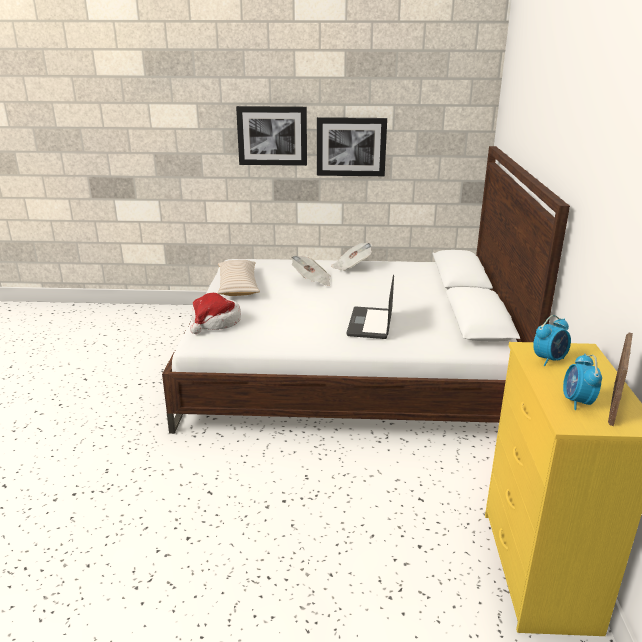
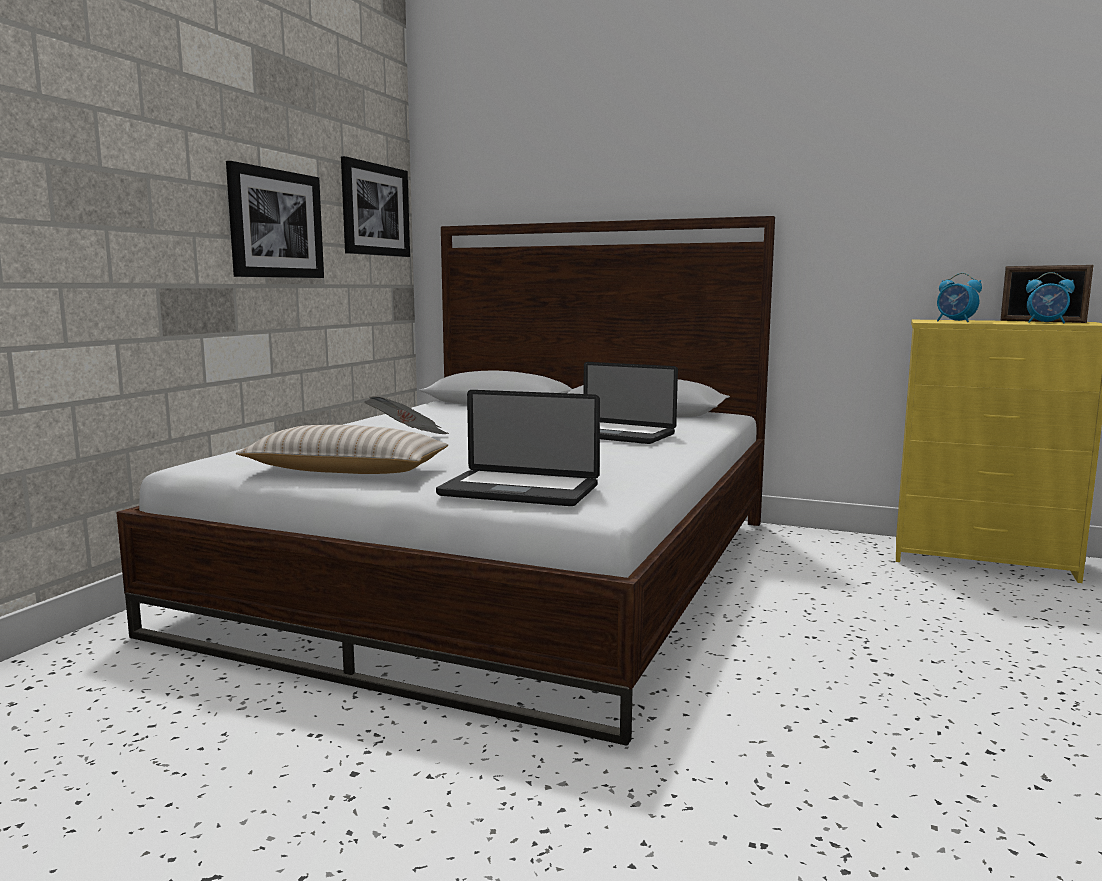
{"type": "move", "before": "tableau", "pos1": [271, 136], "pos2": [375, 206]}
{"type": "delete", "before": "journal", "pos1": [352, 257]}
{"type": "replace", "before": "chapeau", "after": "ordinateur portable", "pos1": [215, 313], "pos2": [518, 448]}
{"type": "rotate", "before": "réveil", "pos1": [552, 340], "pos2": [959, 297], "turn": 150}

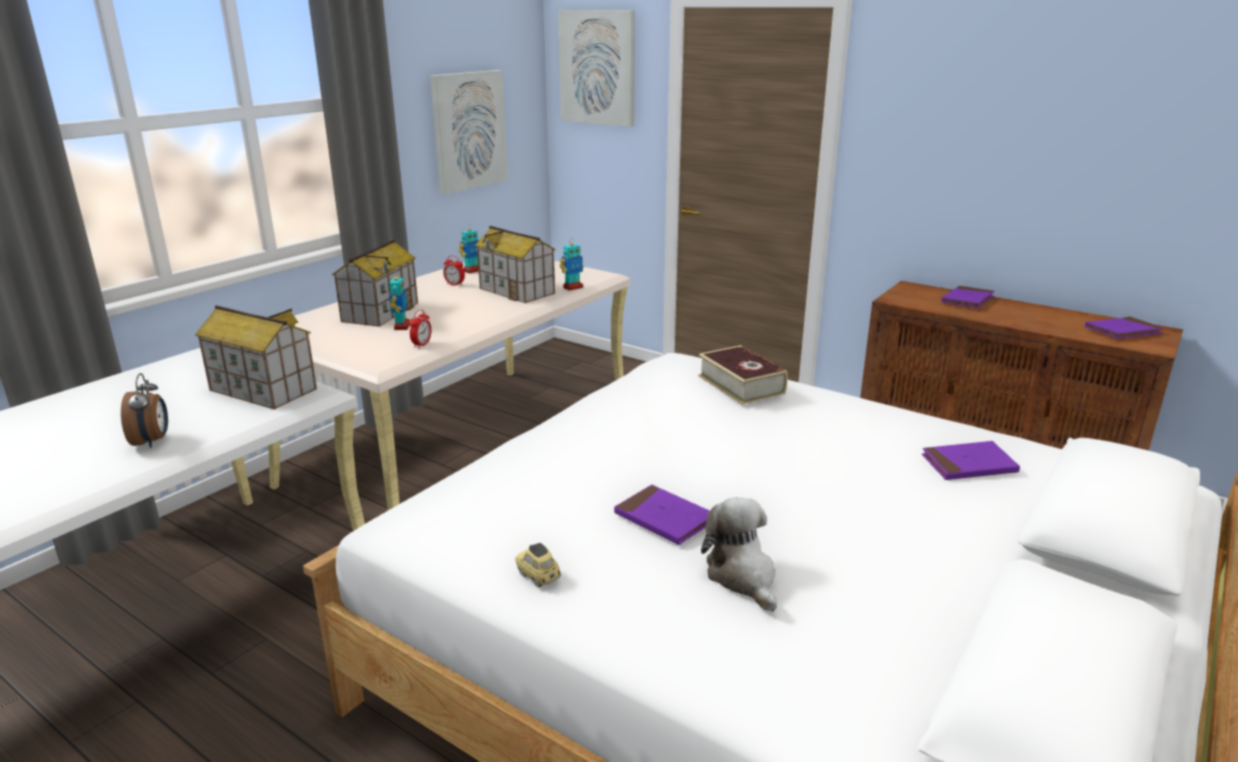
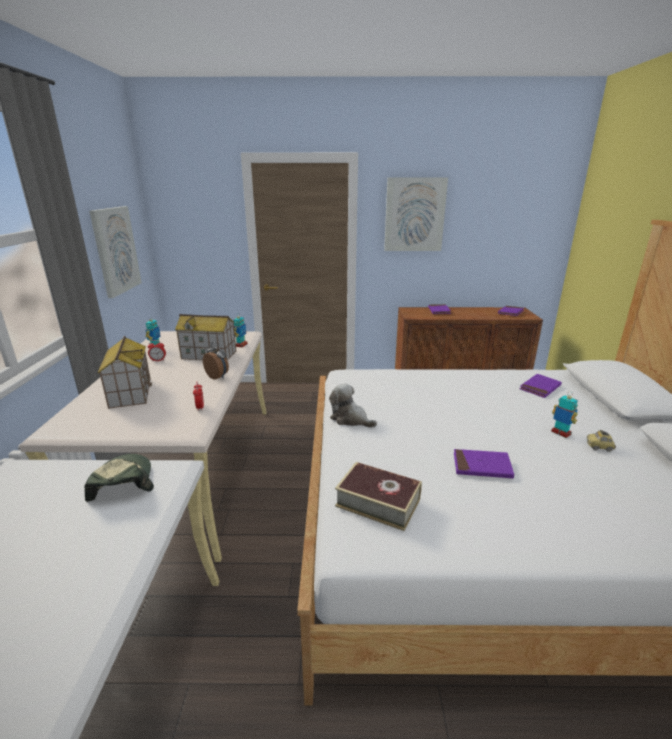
{"type": "move", "before": "tableau", "pos1": [596, 68], "pos2": [416, 214]}
{"type": "move", "before": "robot jouet", "pos1": [399, 303], "pos2": [564, 415]}
{"type": "replace", "before": "maison miniature", "after": "casquette", "pos1": [256, 357], "pos2": [119, 478]}
{"type": "move", "before": "livre", "pos1": [743, 374], "pos2": [378, 496]}
{"type": "move", "before": "réveil", "pos1": [144, 410], "pos2": [216, 361]}
{"type": "move", "before": "peluche", "pos1": [739, 554], "pos2": [353, 405]}
{"type": "move", "before": "petite voiture", "pos1": [538, 565], "pos2": [601, 441]}

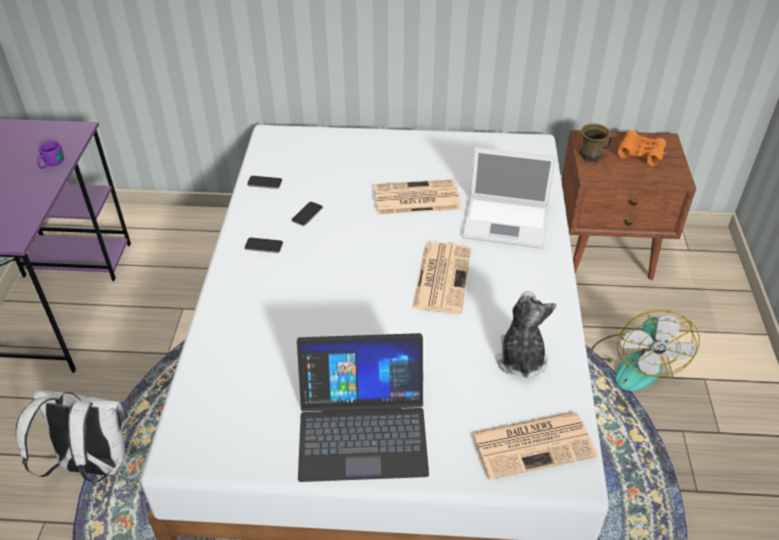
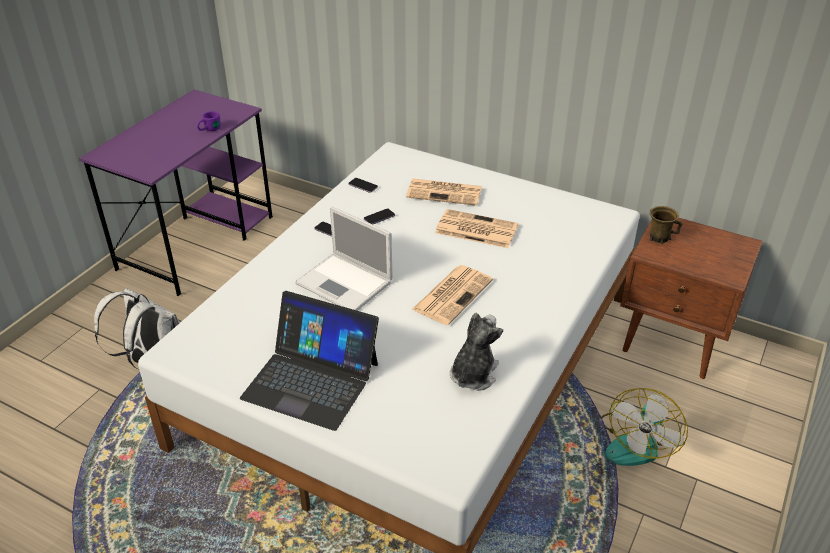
{"type": "delete", "before": "jumelles/orange", "pos1": [642, 148]}
{"type": "move", "before": "ordinateur portable", "pos1": [509, 198], "pos2": [344, 258]}
{"type": "move", "before": "journal", "pos1": [534, 445], "pos2": [444, 192]}

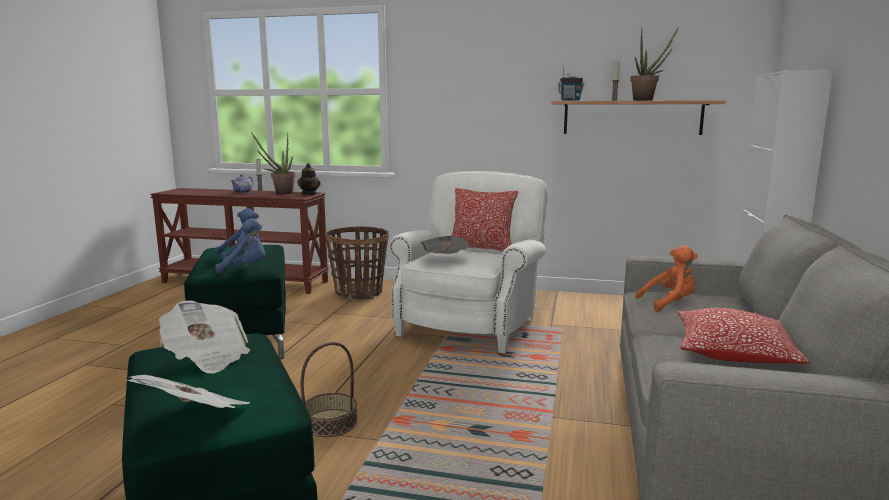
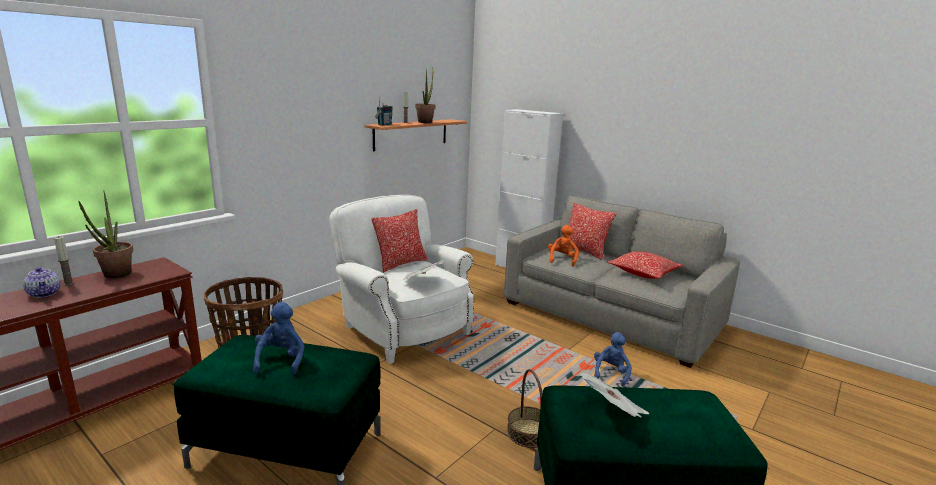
{"type": "delete", "before": "théière", "pos1": [309, 179]}
{"type": "move", "before": "peluche/bleu", "pos1": [240, 246], "pos2": [613, 359]}
{"type": "delete", "before": "journal", "pos1": [188, 391]}
{"type": "insert", "after": "coussin", "pos2": [593, 231]}

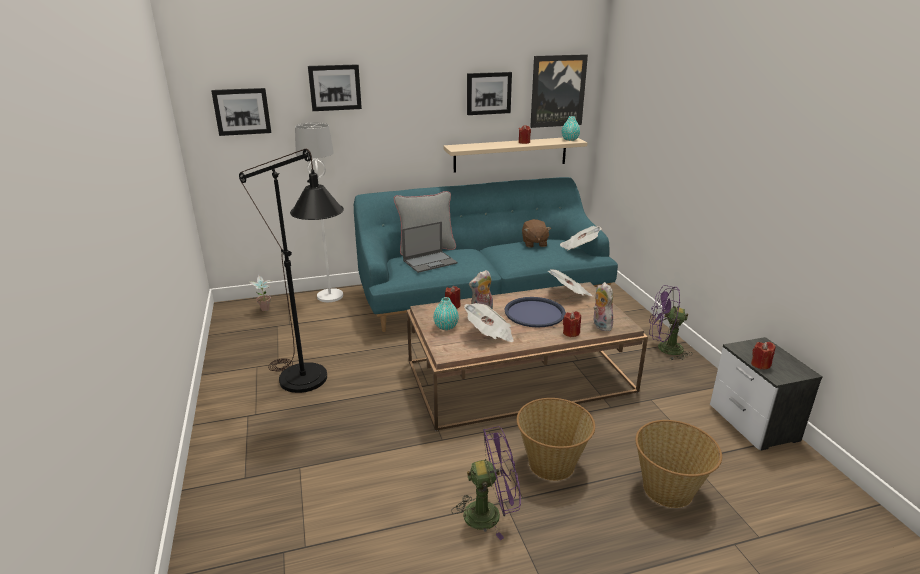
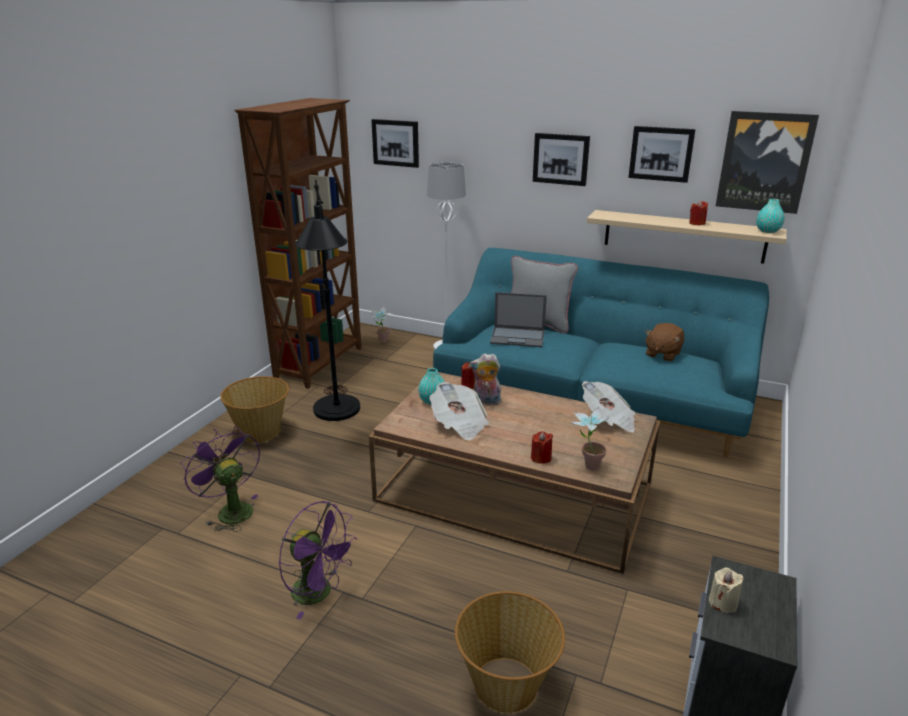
{"type": "move", "before": "tableau", "pos1": [335, 87], "pos2": [561, 159]}
{"type": "delete", "before": "journal", "pos1": [581, 238]}
{"type": "replace", "before": "peluche", "after": "plante en pot", "pos1": [603, 306], "pos2": [590, 438]}
{"type": "move", "before": "ventilateur/violet", "pos1": [671, 322], "pos2": [220, 479]}
{"type": "delete", "before": "plateau/bleu", "pos1": [535, 312]}
{"type": "recolor", "before": "bougie/rouge", "after": "bougie/beige", "pos1": [763, 355], "pos2": [726, 590]}
{"type": "move", "before": "panier", "pos1": [556, 439], "pos2": [254, 409]}
{"type": "insert", "after": "bibliothèque/marron", "pos2": [298, 243]}

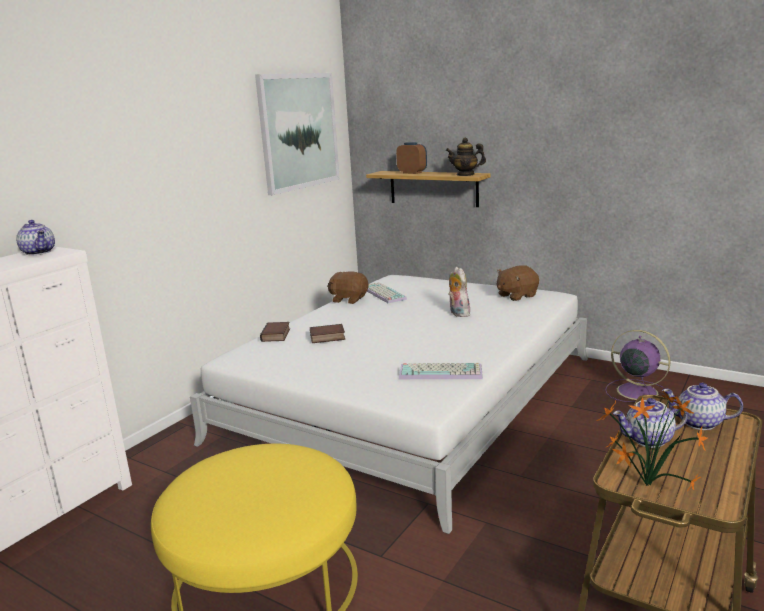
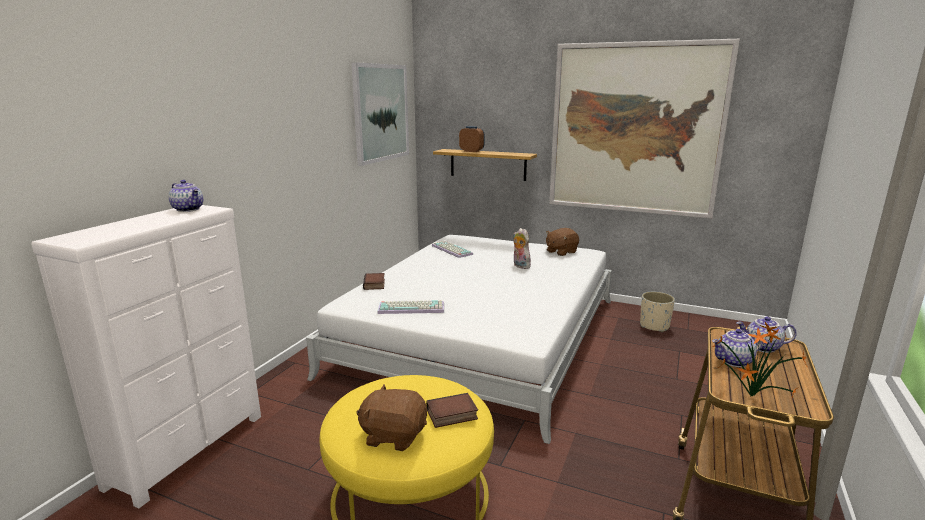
{"type": "delete", "before": "théière", "pos1": [466, 157]}
{"type": "move", "before": "peluche/marron", "pos1": [348, 287], "pos2": [391, 417]}
{"type": "move", "before": "livre", "pos1": [327, 333], "pos2": [452, 410]}
{"type": "replace", "before": "ventilateur/violet", "after": "cache-pot/beige", "pos1": [638, 366], "pos2": [657, 312]}
{"type": "move", "before": "clavier", "pos1": [441, 371], "pos2": [410, 307]}
{"type": "insert", "after": "tableau", "pos2": [644, 129]}

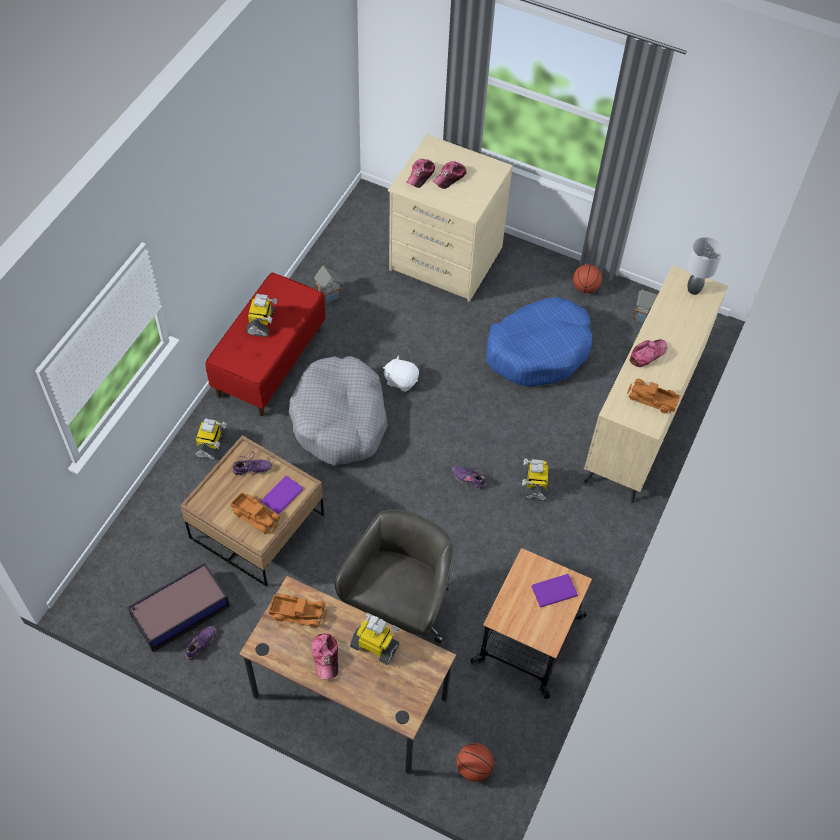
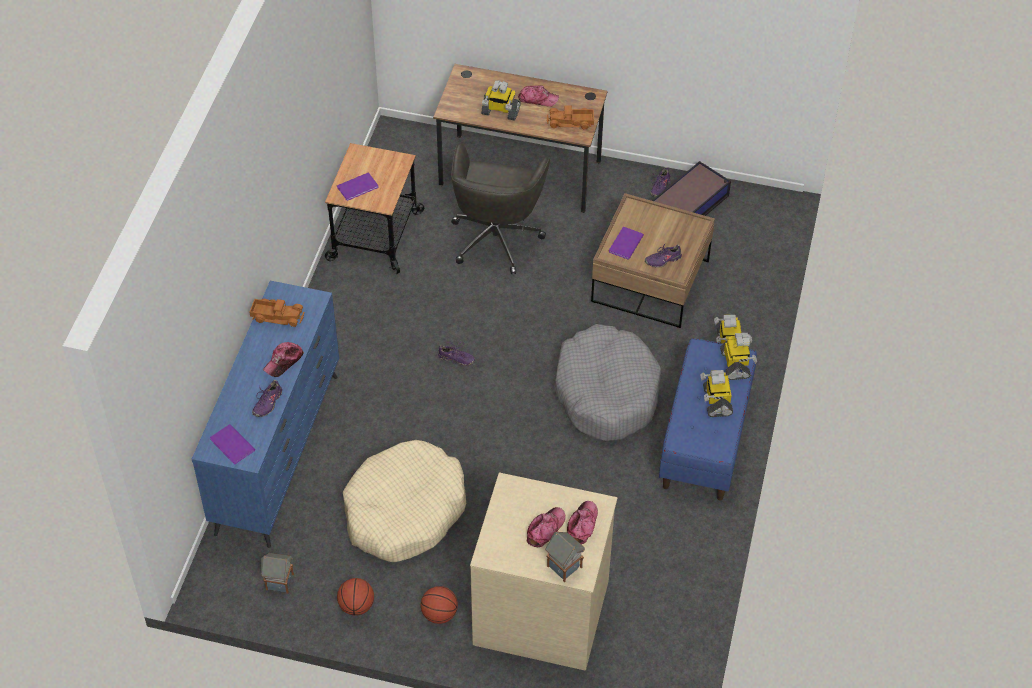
{"type": "replace", "before": "lampe de table/gris", "after": "livre/violet", "pos1": [705, 266], "pos2": [232, 444]}
{"type": "move", "before": "maison miniature", "pos1": [328, 284], "pos2": [565, 557]}
{"type": "recolor", "before": "commode/beige", "after": "commode/bleu", "pos1": [656, 384], "pos2": [265, 414]}
{"type": "recolor", "before": "banc/rouge", "after": "banc/bleu", "pos1": [265, 344], "pos2": [708, 419]}
{"type": "recolor", "before": "panier pour chien/bleu", "after": "panier pour chien/beige", "pos1": [539, 341], "pos2": [404, 501]}
{"type": "delete", "before": "peluche/blanc", "pos1": [401, 373]}
{"type": "move", "before": "robot jouet", "pos1": [535, 479], "pos2": [738, 356]}
{"type": "delete", "before": "camion jouet", "pos1": [255, 513]}
{"type": "rotate", "before": "casquette", "pos1": [324, 656], "pos2": [538, 96], "turn": 120}
{"type": "move", "before": "ballon de basket", "pos1": [475, 762], "pos2": [439, 605]}
{"type": "insert", "after": "chaussure/violet", "pos2": [267, 398]}

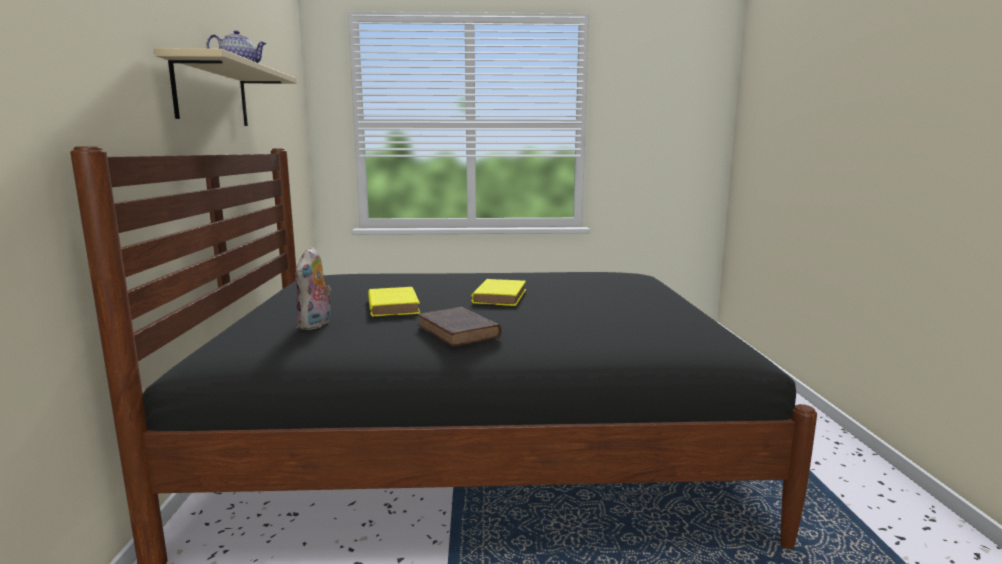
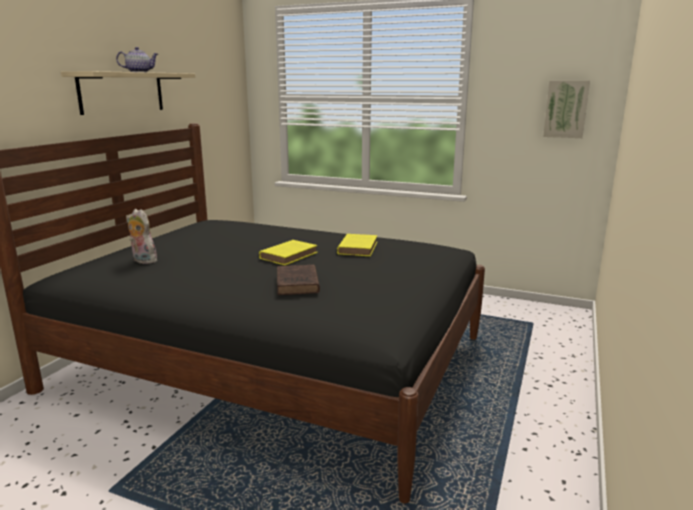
{"type": "rotate", "before": "peluche", "pos1": [313, 288], "pos2": [142, 236], "turn": 90}
{"type": "move", "before": "livre/jaune", "pos1": [394, 302], "pos2": [357, 245]}
{"type": "move", "before": "livre/marron", "pos1": [459, 327], "pos2": [298, 280]}
{"type": "insert", "after": "tableau", "pos2": [566, 109]}

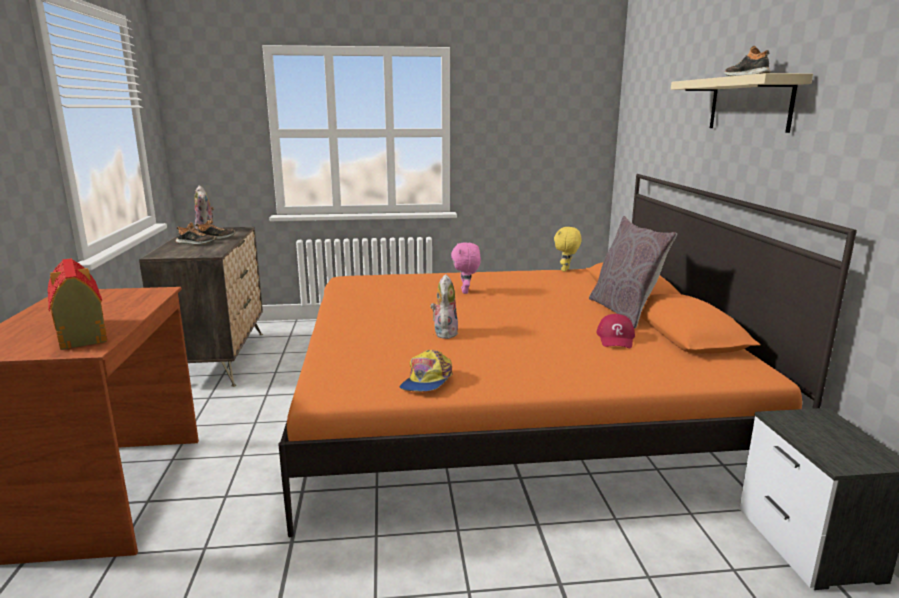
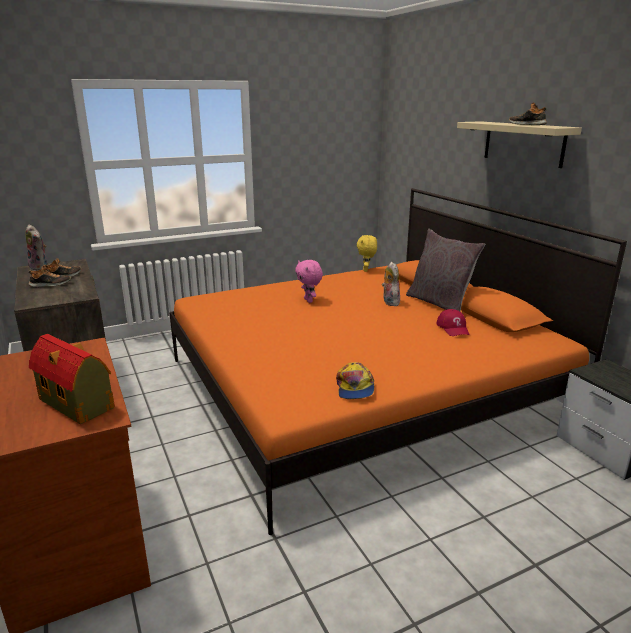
{"type": "move", "before": "peluche", "pos1": [444, 306], "pos2": [391, 284]}

